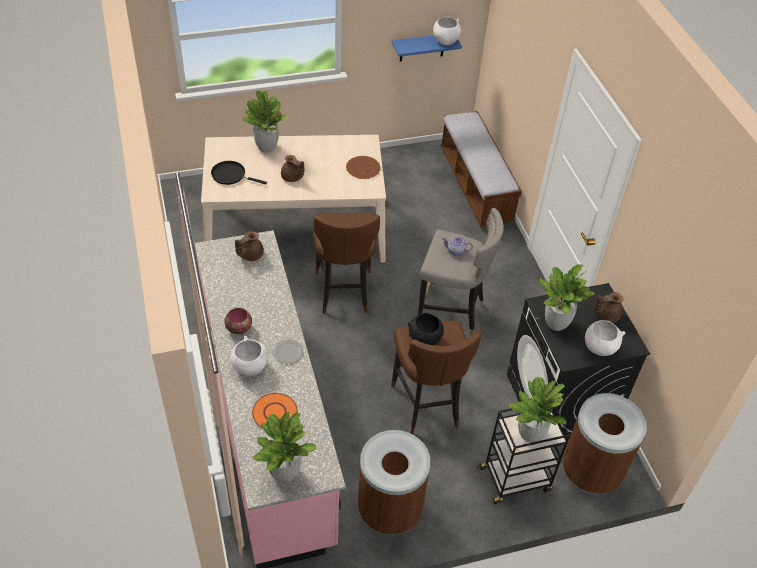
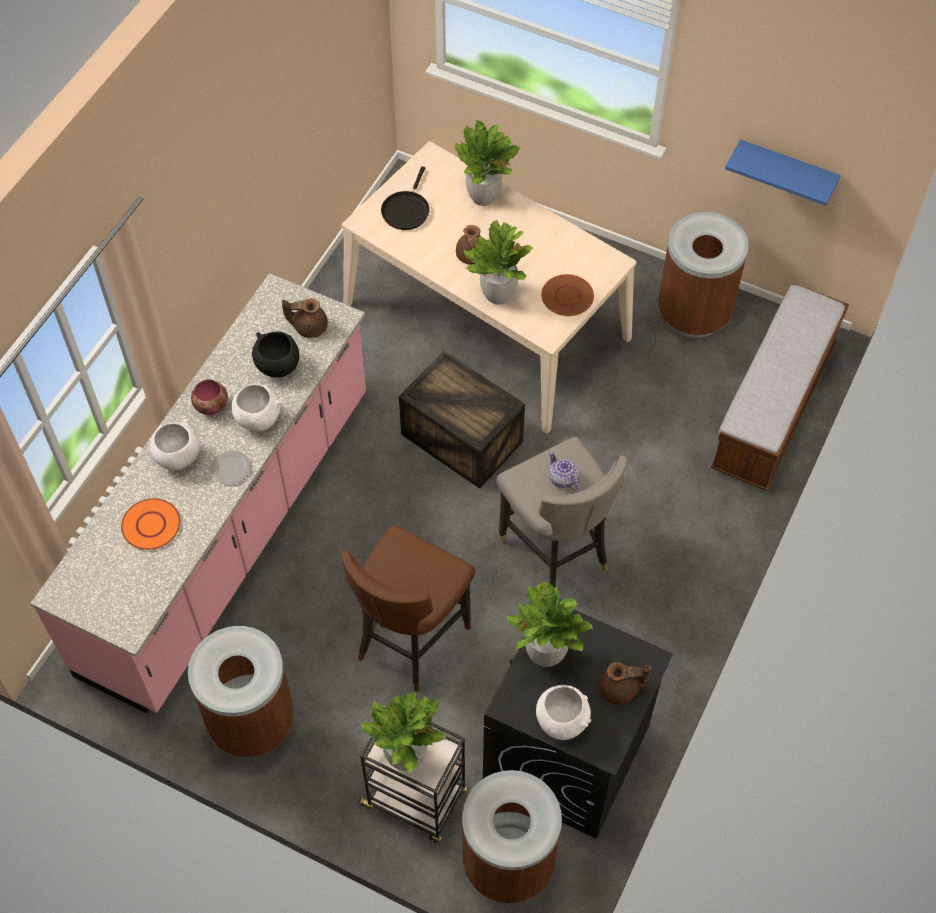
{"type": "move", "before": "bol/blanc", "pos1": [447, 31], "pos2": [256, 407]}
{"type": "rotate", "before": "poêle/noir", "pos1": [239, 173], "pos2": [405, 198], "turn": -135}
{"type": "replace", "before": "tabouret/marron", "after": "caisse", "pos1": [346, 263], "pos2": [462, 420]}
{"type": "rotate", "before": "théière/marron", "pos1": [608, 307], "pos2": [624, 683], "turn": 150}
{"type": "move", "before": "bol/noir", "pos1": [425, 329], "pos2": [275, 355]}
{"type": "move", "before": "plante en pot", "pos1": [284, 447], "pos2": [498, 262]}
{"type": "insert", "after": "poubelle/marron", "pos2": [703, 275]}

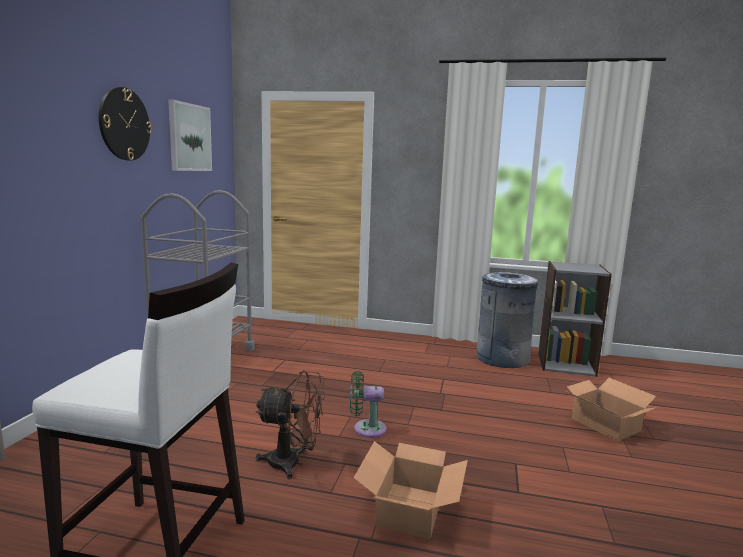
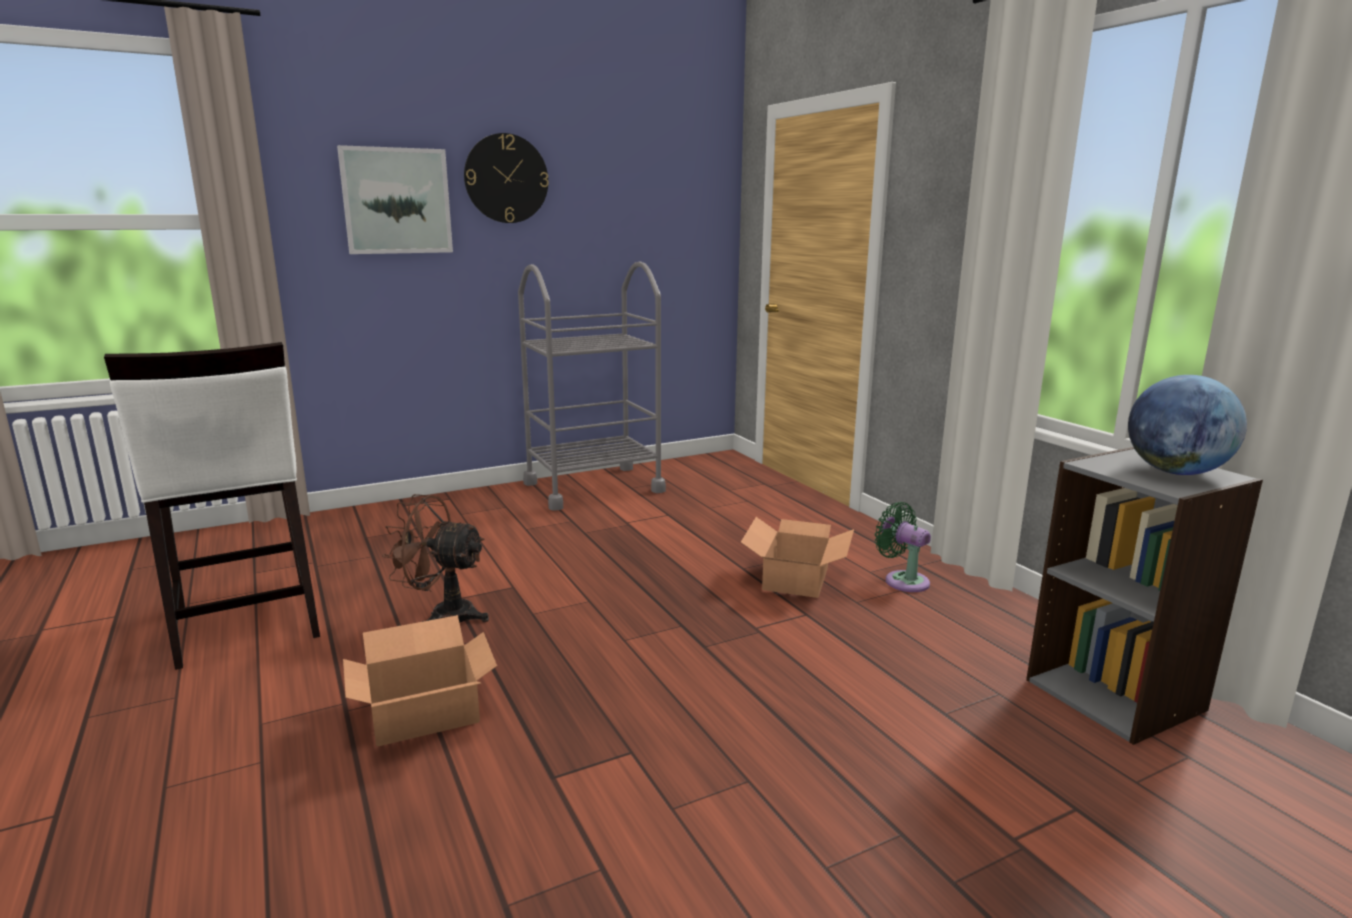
{"type": "move", "before": "tableau", "pos1": [190, 135], "pos2": [395, 199]}
{"type": "delete", "before": "poubelle/gris", "pos1": [507, 320]}
{"type": "rotate", "before": "ventilateur/marron", "pos1": [290, 424], "pos2": [435, 558], "turn": 135}
{"type": "move", "before": "ventilateur/vert", "pos1": [368, 404], "pos2": [903, 547]}
{"type": "move", "before": "carton", "pos1": [611, 409], "pos2": [797, 557]}
{"type": "insert", "after": "globe", "pos2": [1187, 425]}

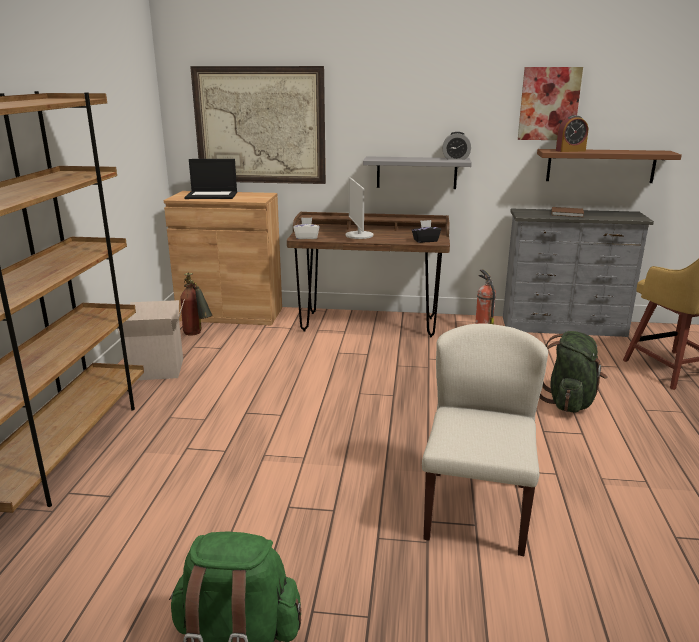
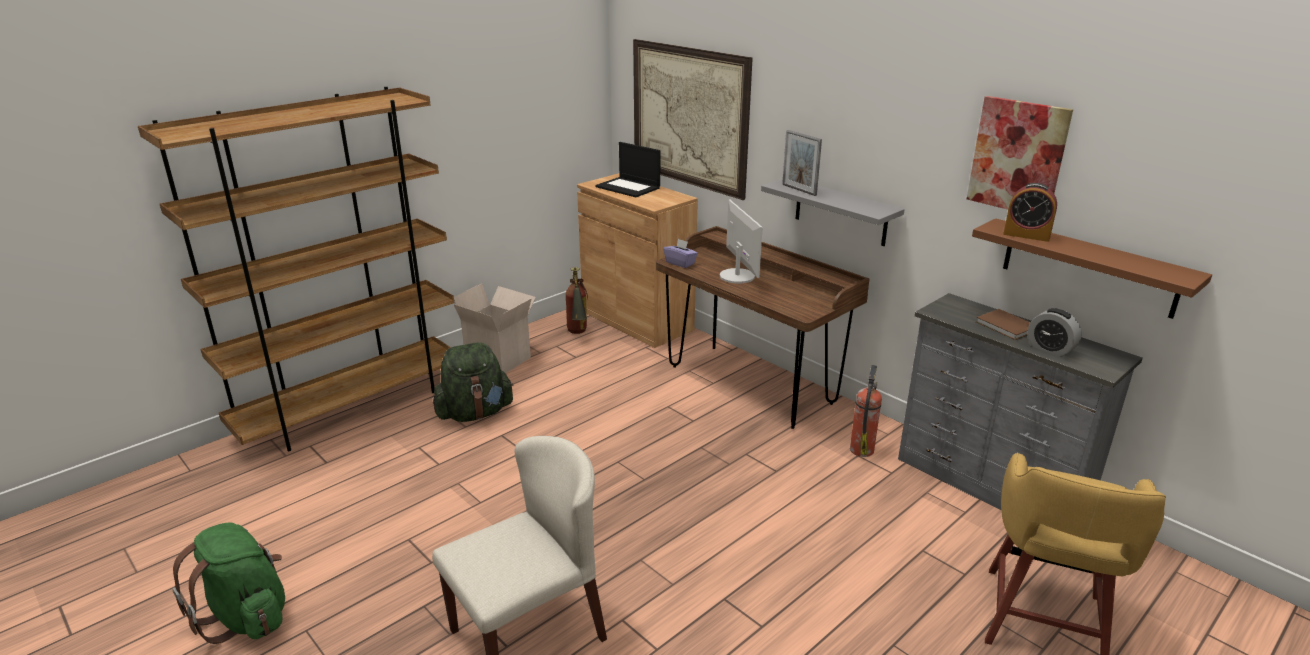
{"type": "move", "before": "réveil", "pos1": [457, 146], "pos2": [1055, 332]}
{"type": "rotate", "before": "écran d'ordinateur", "pos1": [360, 208], "pos2": [741, 241], "turn": 135}
{"type": "recolor", "before": "boîte à mouchoirs/blanc", "after": "boîte à mouchoirs/violet", "pos1": [306, 228], "pos2": [680, 253]}
{"type": "delete", "before": "boîte à mouchoirs/noir", "pos1": [426, 231]}
{"type": "move", "before": "sac à dos/vert", "pos1": [573, 372], "pos2": [473, 382]}
{"type": "insert", "after": "cadre photo", "pos2": [802, 163]}

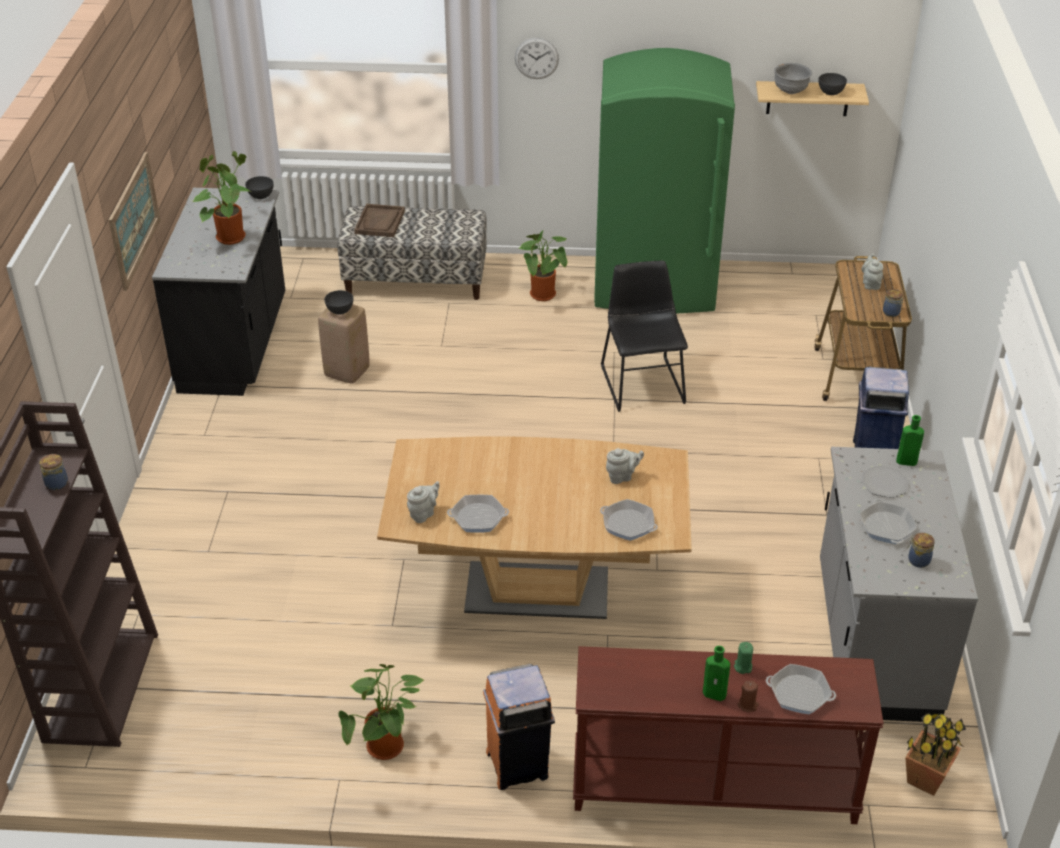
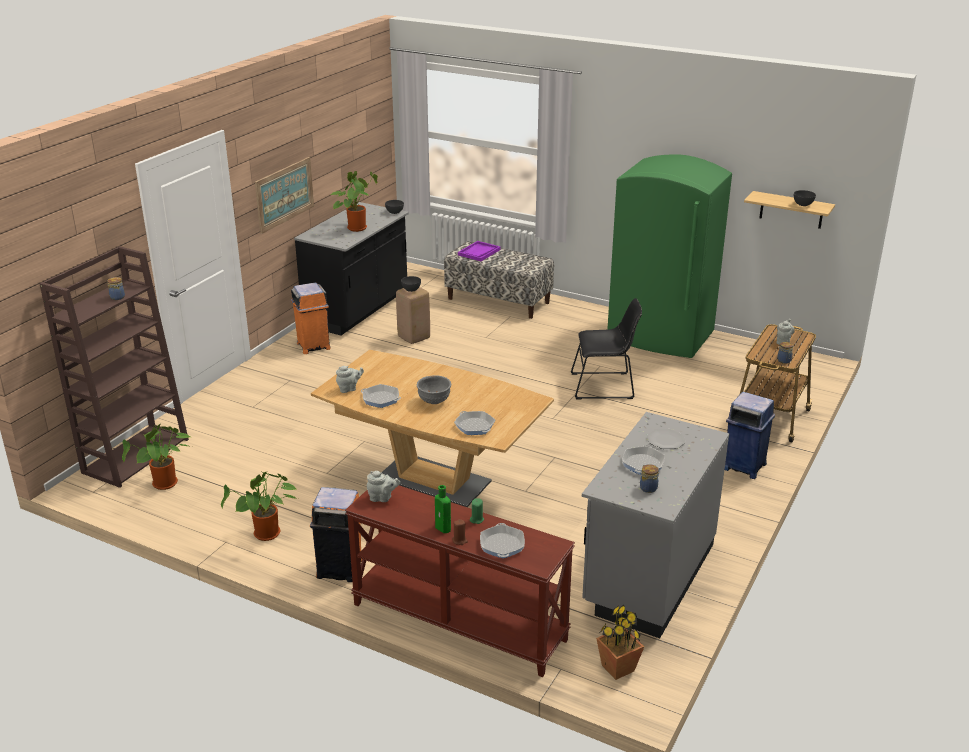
{"type": "delete", "before": "horloge murale", "pos1": [537, 58]}
{"type": "move", "before": "bol/gris", "pos1": [793, 78], "pos2": [434, 389]}
{"type": "recolor", "before": "plateau/marron", "after": "plateau/violet", "pos1": [379, 220], "pos2": [479, 251]}
{"type": "move", "before": "plante en pot", "pos1": [543, 266], "pos2": [156, 457]}
{"type": "rotate", "before": "chaise/noir", "pos1": [644, 336], "pos2": [606, 348], "turn": 75}
{"type": "delete", "before": "bouteille/vert", "pos1": [910, 440]}
{"type": "move", "before": "théière/gris", "pos1": [625, 466], "pos2": [383, 486]}
{"type": "rotate", "before": "poêle", "pos1": [801, 689], "pos2": [502, 540], "turn": 45}
{"type": "insert", "after": "poubelle/orange", "pos2": [310, 318]}

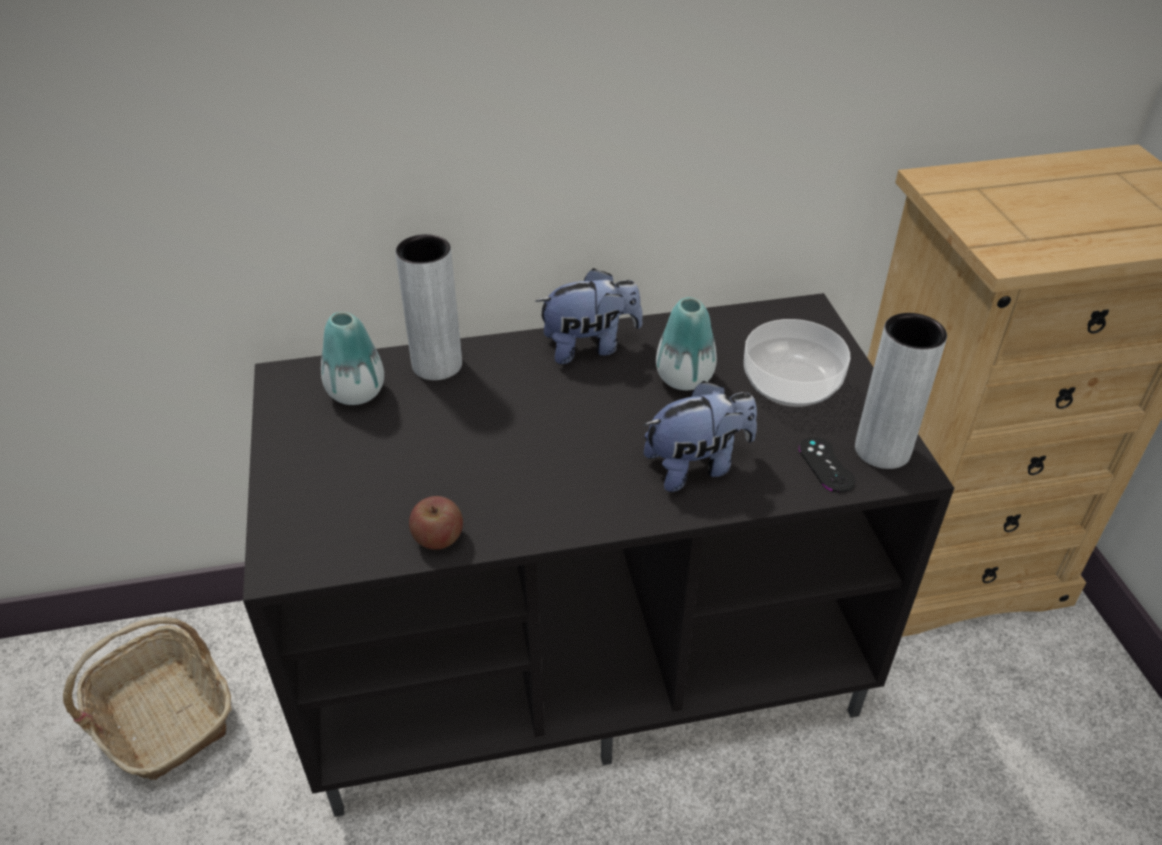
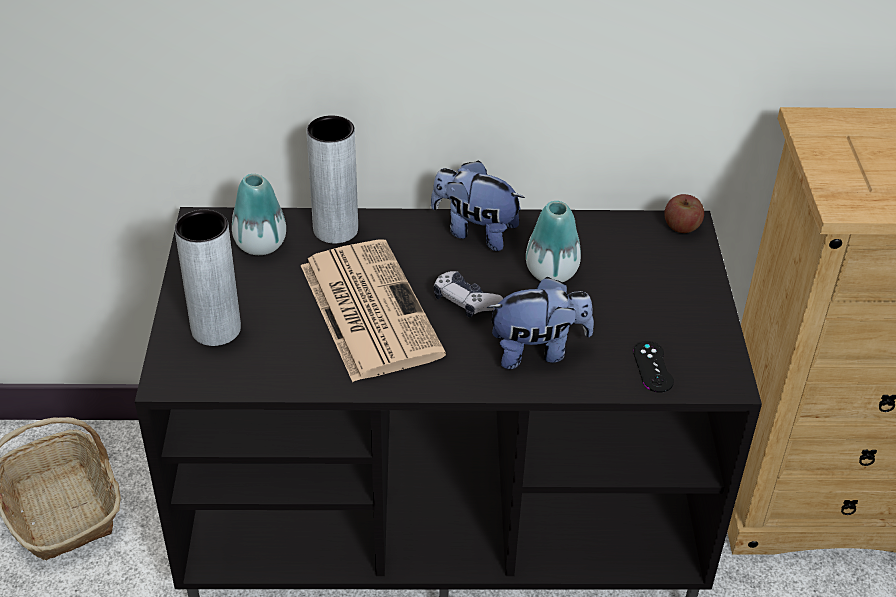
{"type": "rotate", "before": "peluche", "pos1": [589, 316], "pos2": [478, 205], "turn": -150}
{"type": "move", "before": "vase/gris", "pos1": [901, 391], "pos2": [208, 278]}
{"type": "delete", "before": "bol", "pos1": [797, 363]}
{"type": "move", "before": "pomme", "pos1": [436, 523], "pos2": [684, 213]}
{"type": "insert", "after": "journal", "pos2": [373, 310]}
{"type": "insert", "after": "manette", "pos2": [468, 294]}

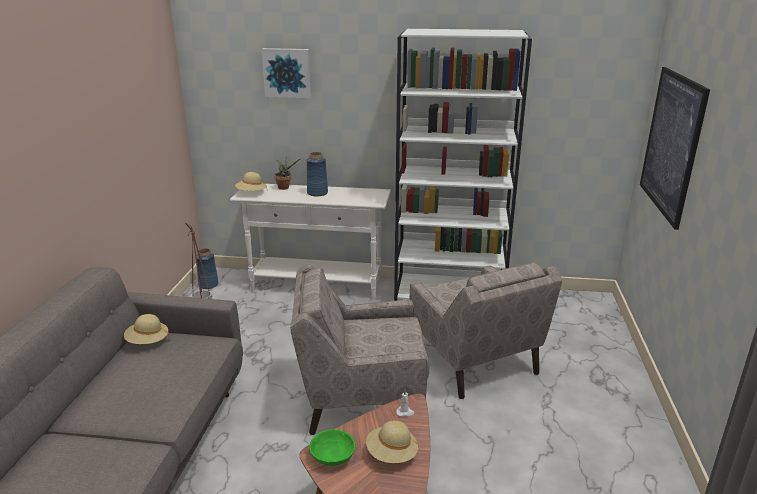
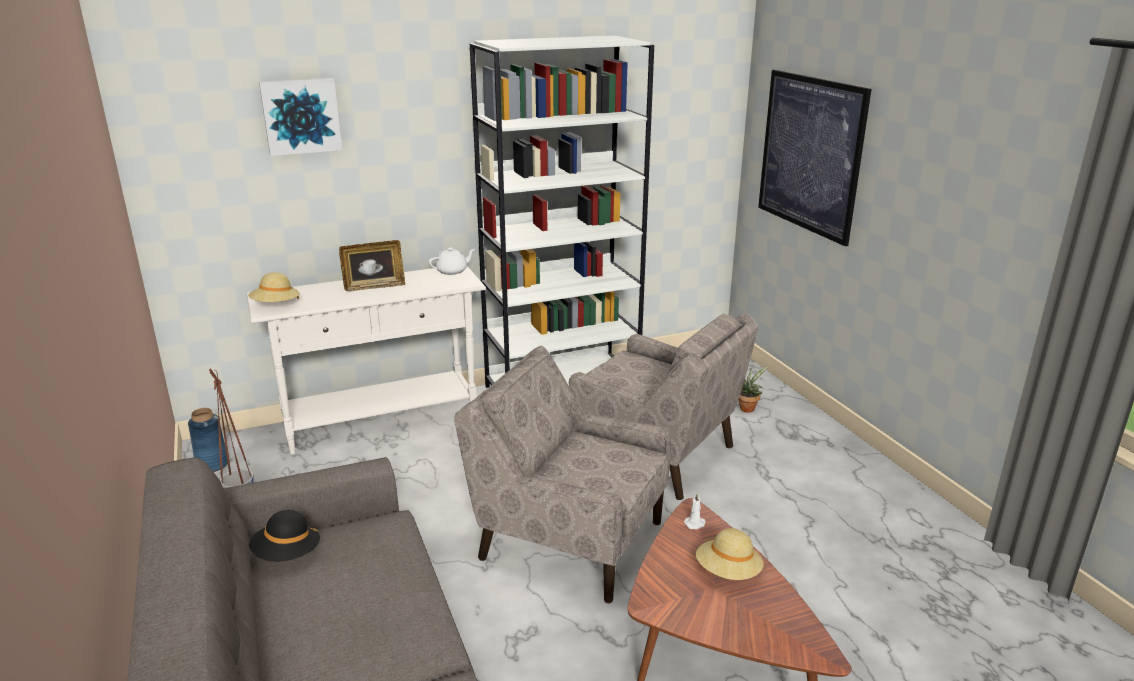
{"type": "replace", "before": "vase/bleu", "after": "cadre photo", "pos1": [317, 174], "pos2": [372, 265]}
{"type": "move", "before": "plante en pot", "pos1": [288, 173], "pos2": [754, 389]}
{"type": "rotate", "before": "fauteuil/beige", "pos1": [359, 349], "pos2": [562, 474], "turn": 60}
{"type": "recolor", "before": "chapeau/beige", "after": "chapeau/noir", "pos1": [147, 329], "pos2": [284, 536]}
{"type": "delete", "before": "bol/vert", "pos1": [332, 447]}
{"type": "insert", "after": "théière/blanc", "pos2": [451, 261]}

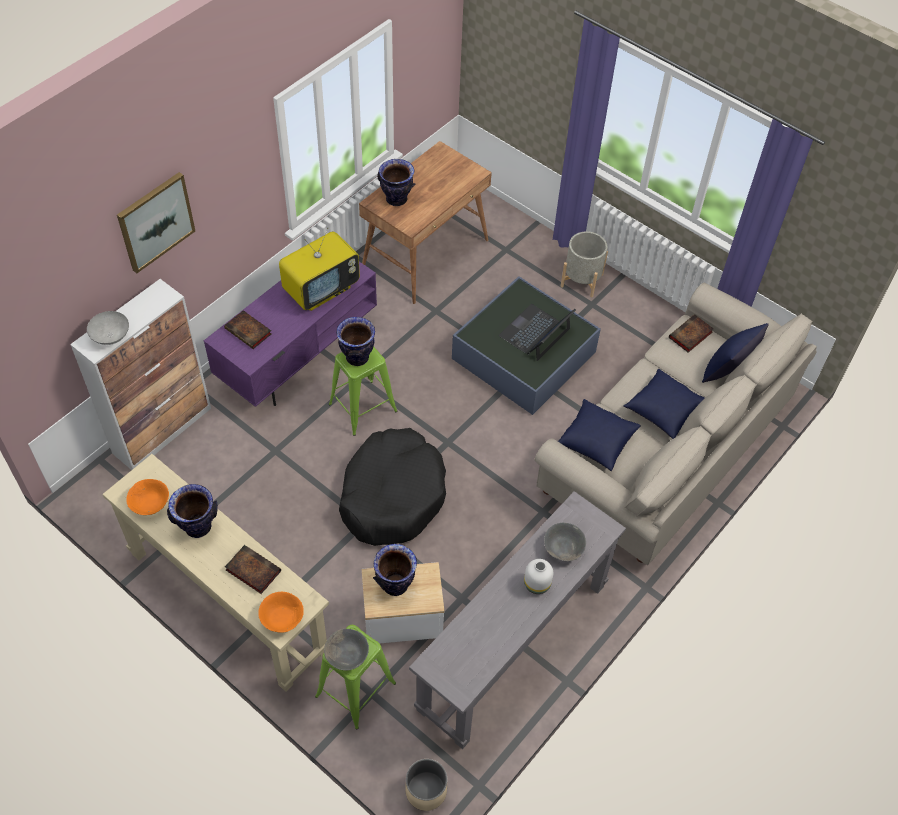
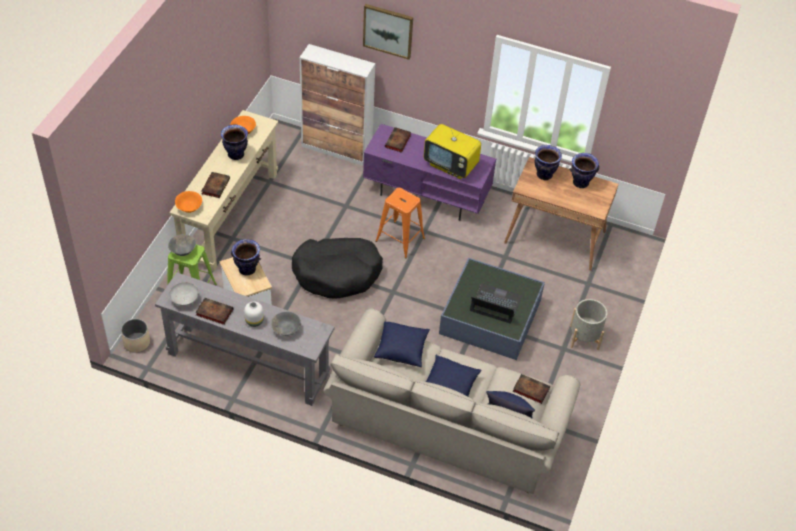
{"type": "move", "before": "bol/gris", "pos1": [108, 328], "pos2": [184, 294]}
{"type": "move", "before": "vase", "pos1": [355, 341], "pos2": [584, 170]}
{"type": "recolor", "before": "tabouret/vert", "after": "tabouret/orange", "pos1": [363, 391], "pos2": [400, 223]}
{"type": "insert", "after": "livre", "pos2": [214, 311]}

